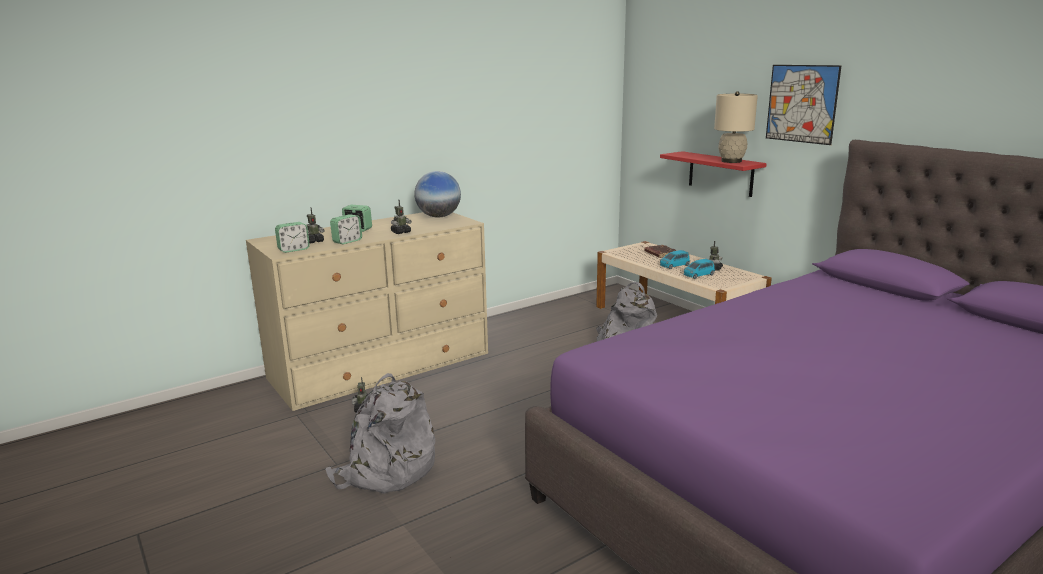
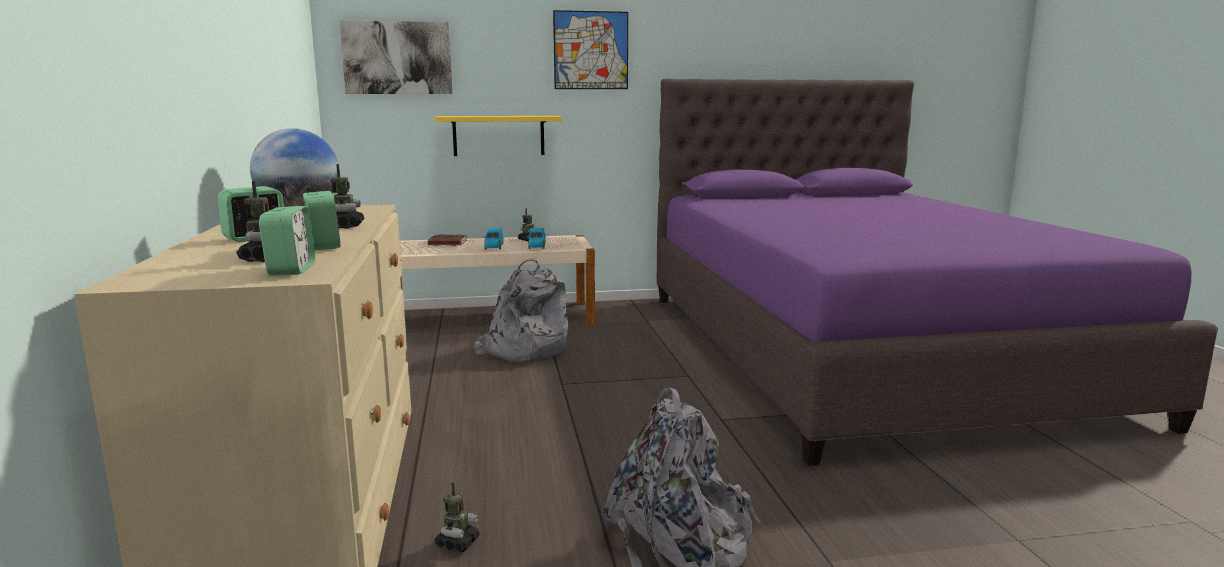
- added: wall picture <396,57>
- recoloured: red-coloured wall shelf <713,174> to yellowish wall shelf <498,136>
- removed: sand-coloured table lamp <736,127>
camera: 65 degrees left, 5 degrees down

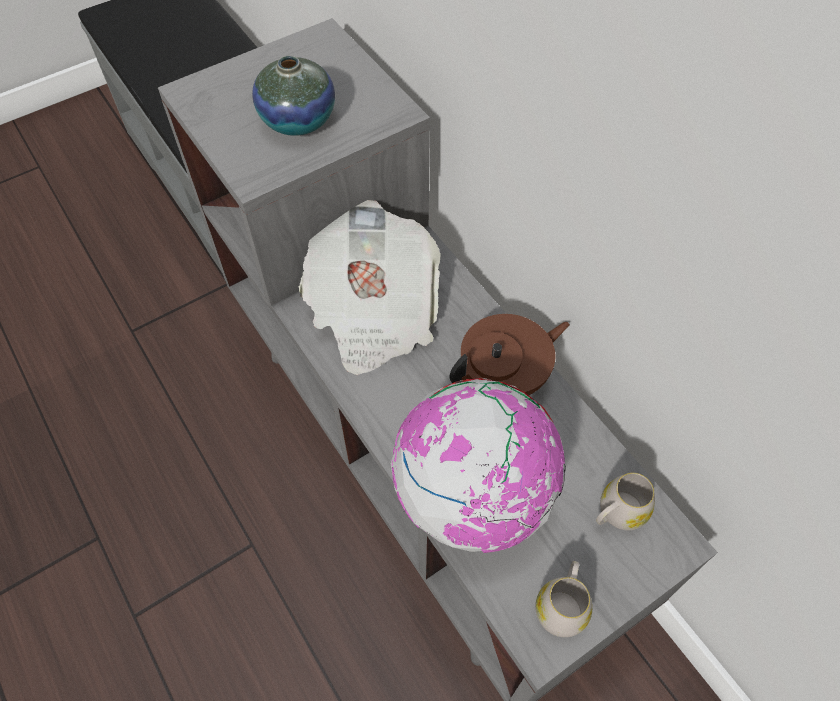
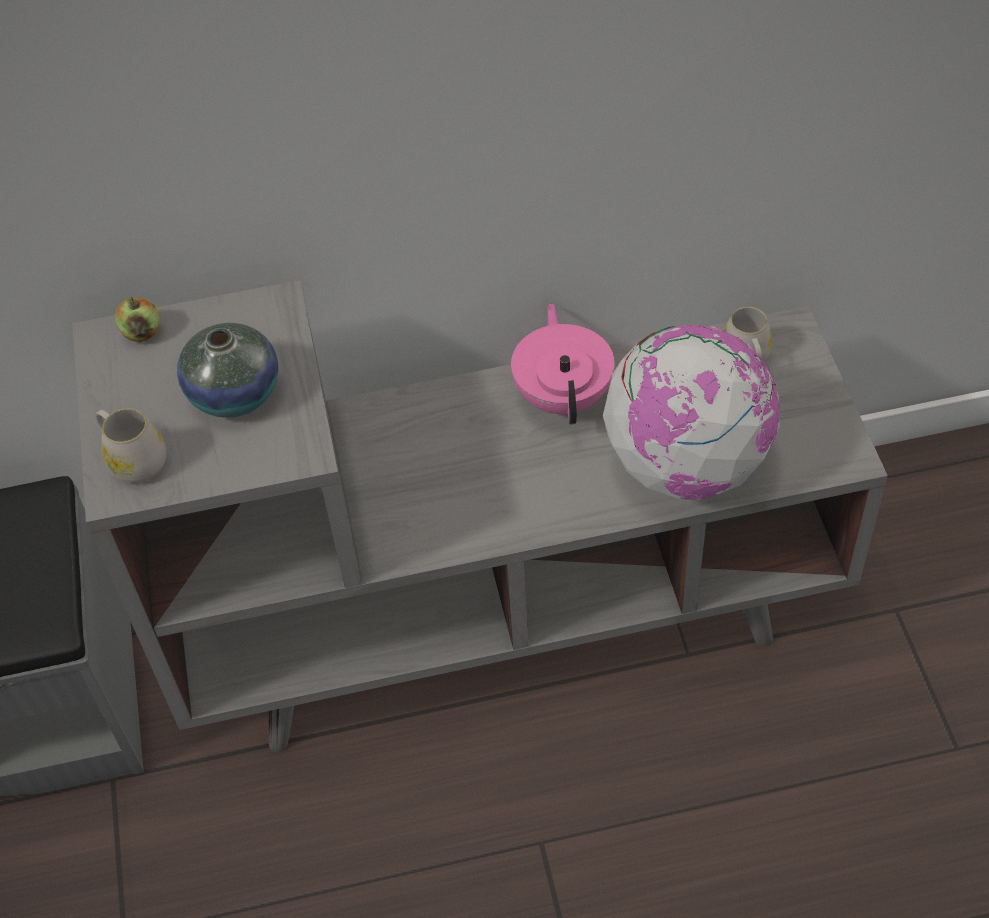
- moved: white-coloured coffee mug <563,599> to <130,445>
- added: whole apple <137,319>
- recoloured: brownish tea pot <509,354> to pinkish tea pot <562,364>
- removed: newspaper <370,287>
camera: 65 degrees left, 5 degrees down

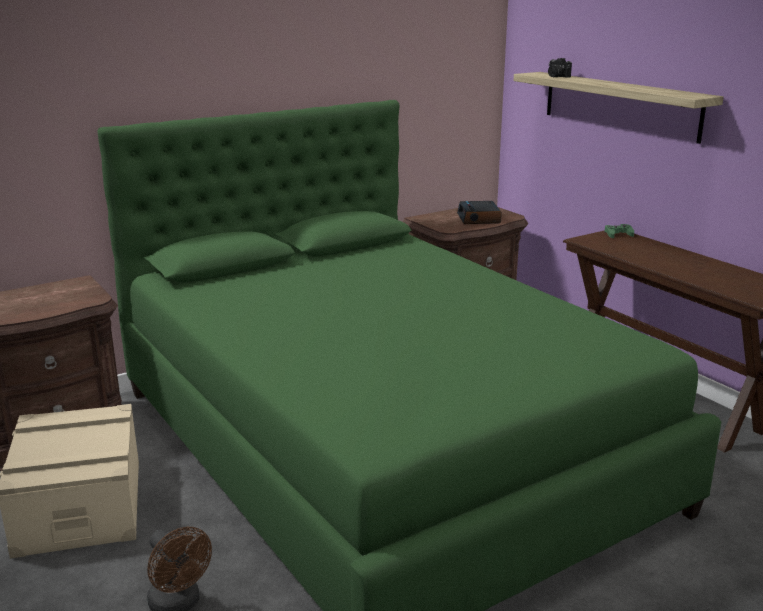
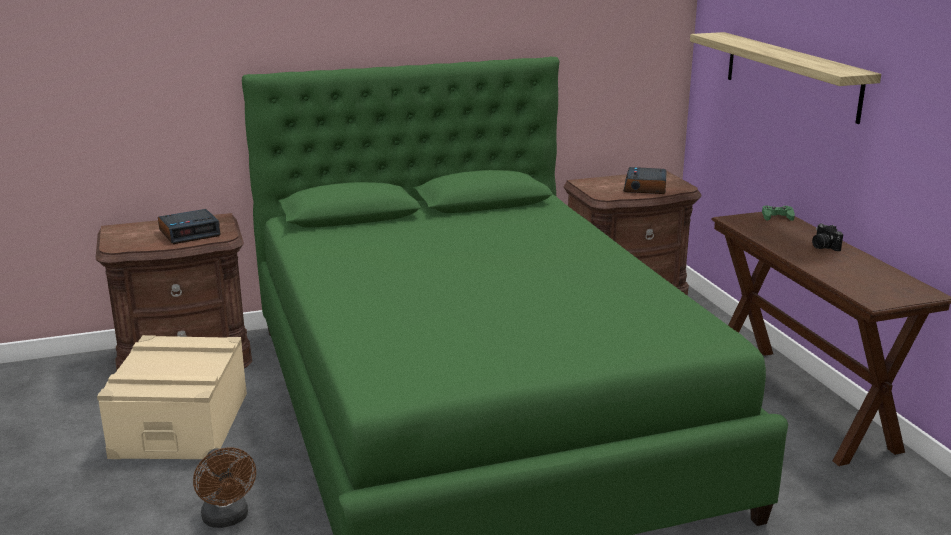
- added: bedside clock <189,226>
- moved: still camera <560,68> to <827,237>
camera: 15 degrees right, 0 degrees up

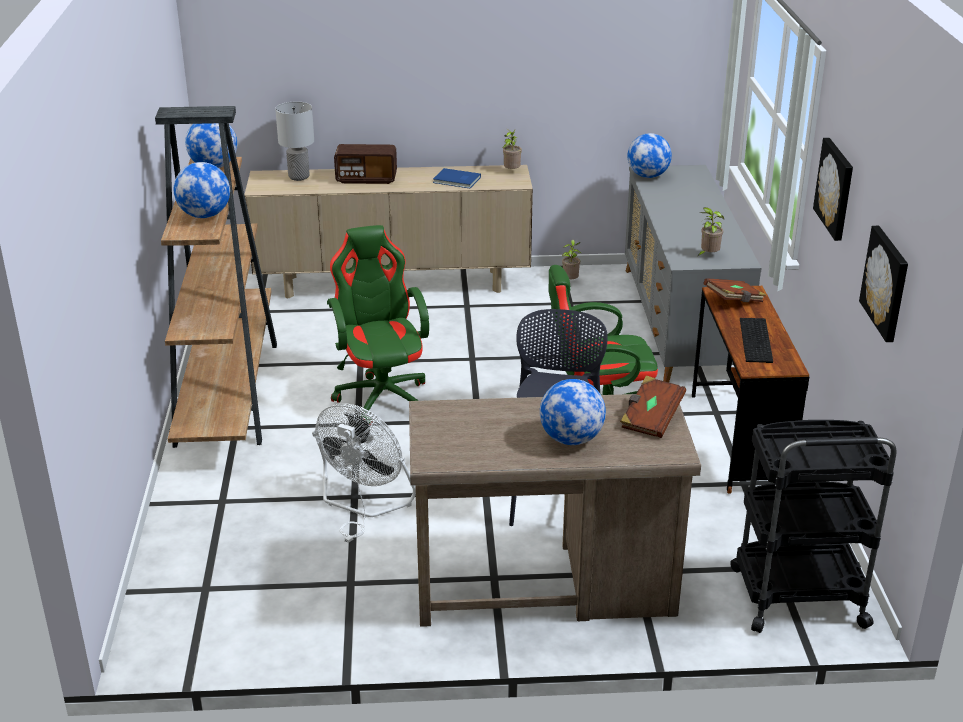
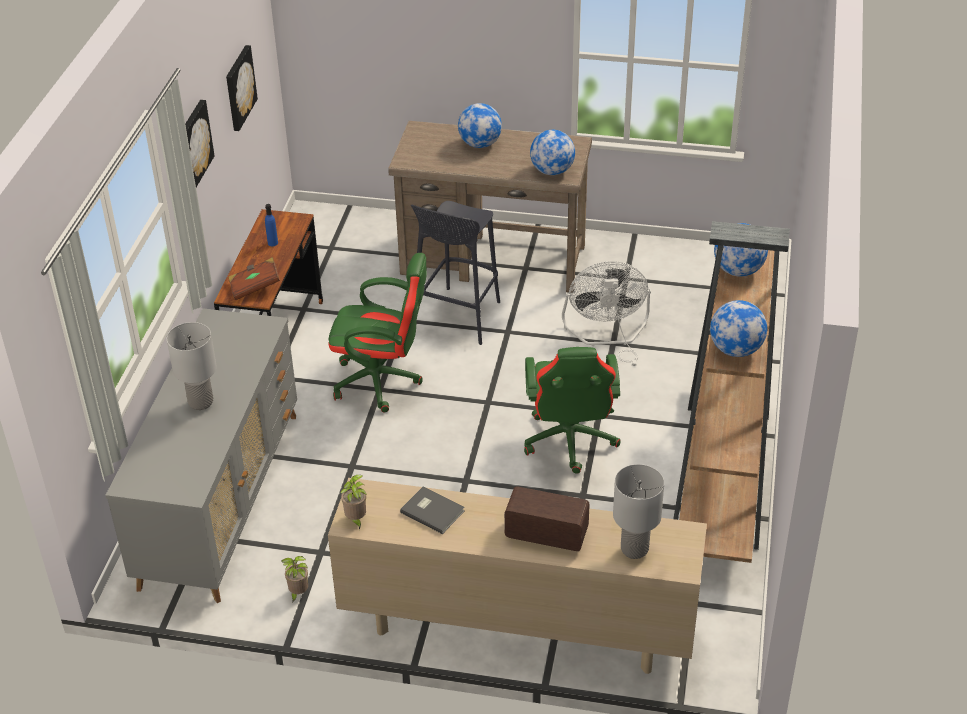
- added: greyish table lamp <192,366>
- replaced: PC keyboard <756,340> to bluish drink bottle <271,225>
- recoloured: bluish bound book <457,178> to greyish bound book <432,510>
- moved: world globe <649,155> to <552,152>
- turned: white-coloured cooling fan <364,473> = <606,313> 135 degrees clockwise
- removed: brownish bound book <653,406>
- removed: houseplant <711,231>
- removed: black wheeled cart <813,526>
camera: 165 degrees left, 10 degrees up

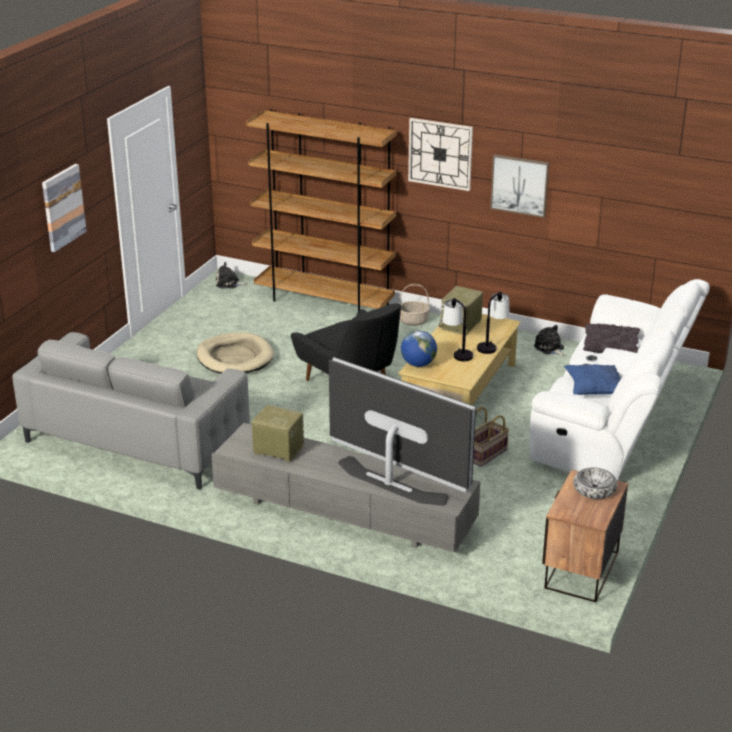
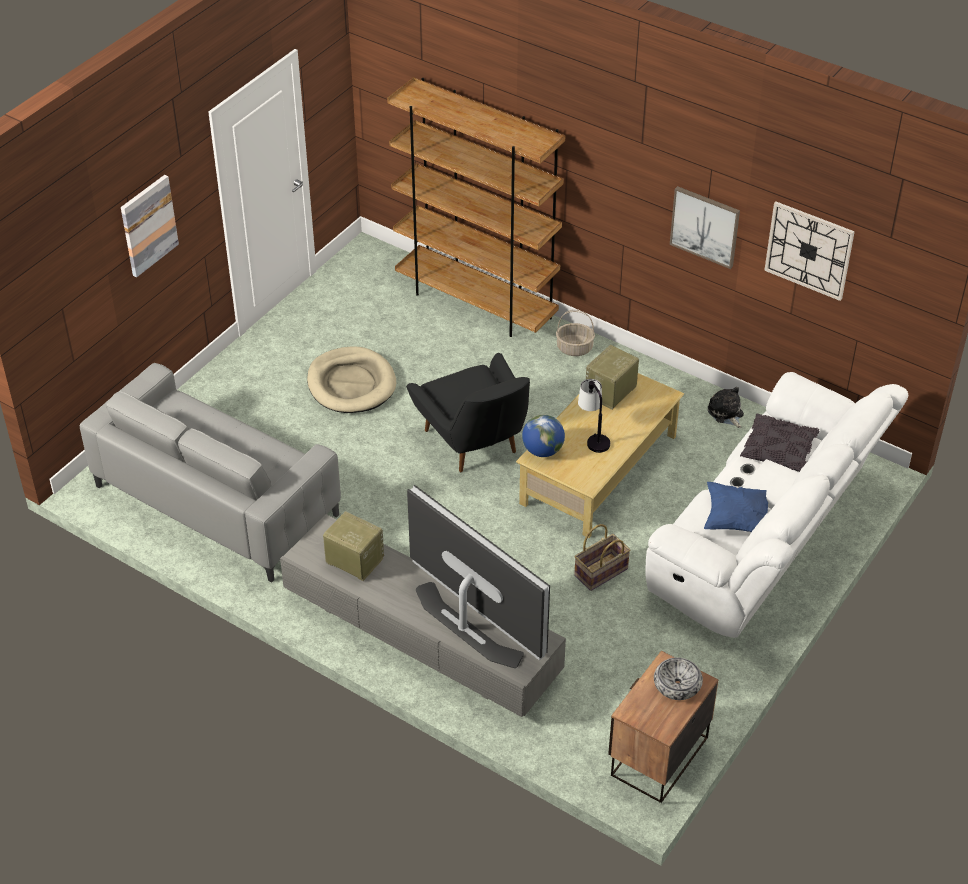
- moved: hanging clock <440,154> to <809,251>
- removed: plush toy <232,275>
- removed: table lamp <493,323>
camera: 10 degrees right, 15 degrees up

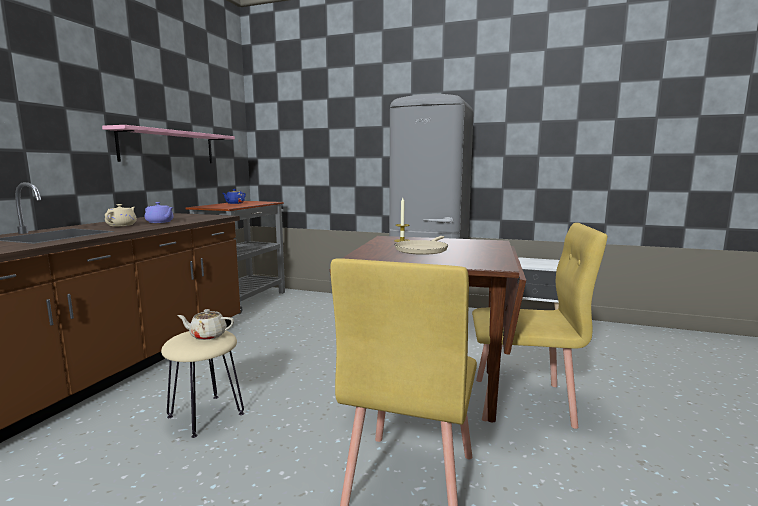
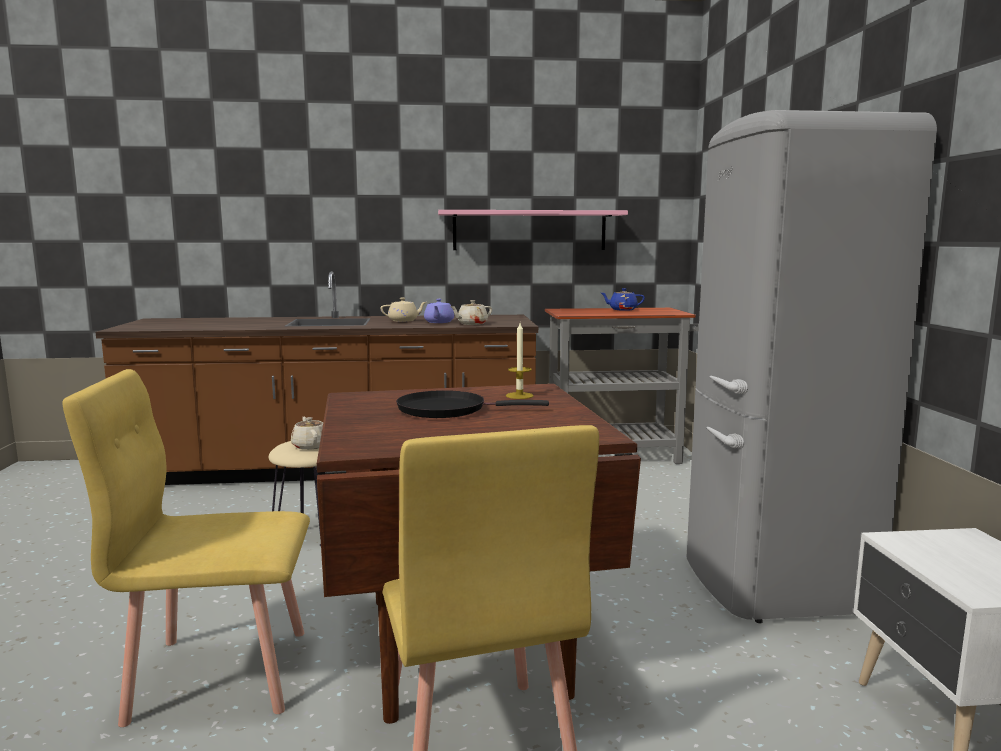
- recoloured: sand-coloured pan <421,245> to black pan <472,404>
- added: sand-coloured tea pot <471,312>
camera: 65 degrees right, 0 degrees up

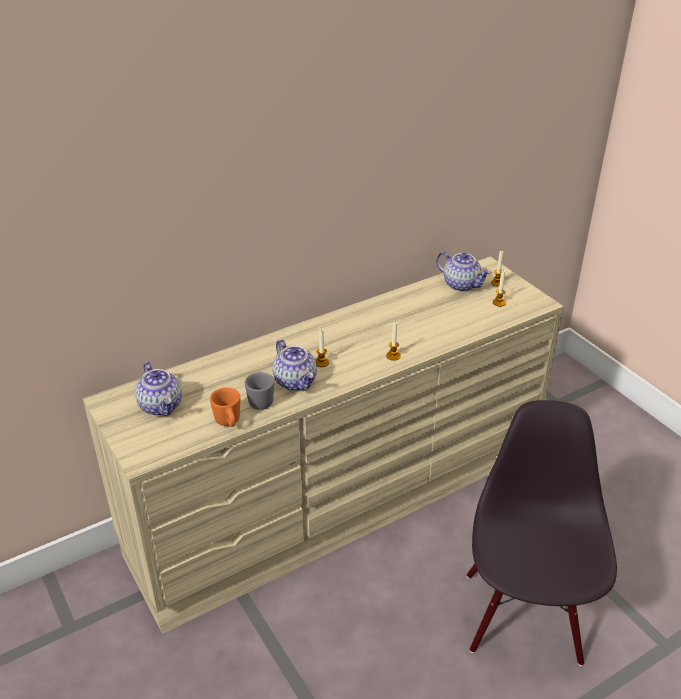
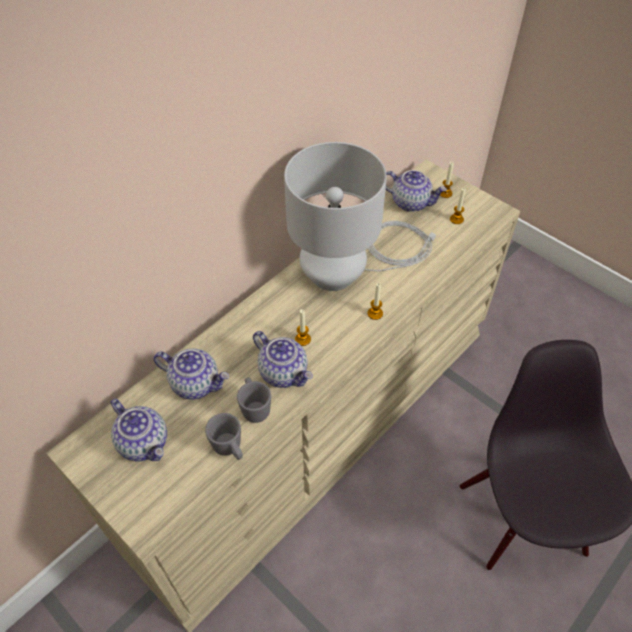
- added: tea pot <191,374>
- recoloured: orange-coloured coffee mug <225,407> to greyish coffee mug <224,436>
- added: white-coloured table lamp <360,216>
camera: 15 degrees left, 15 degrees up

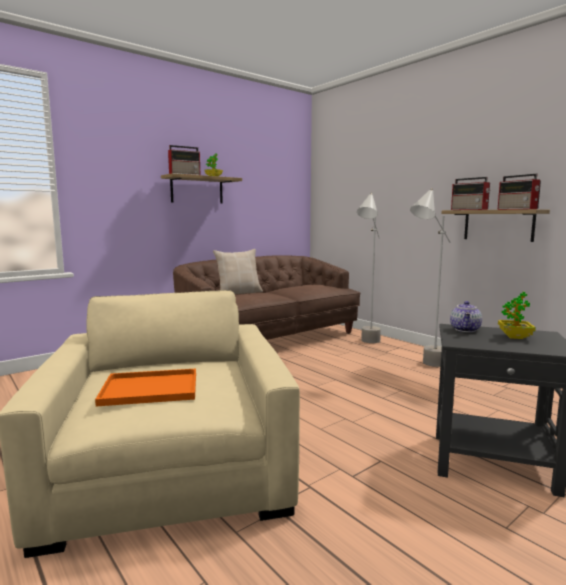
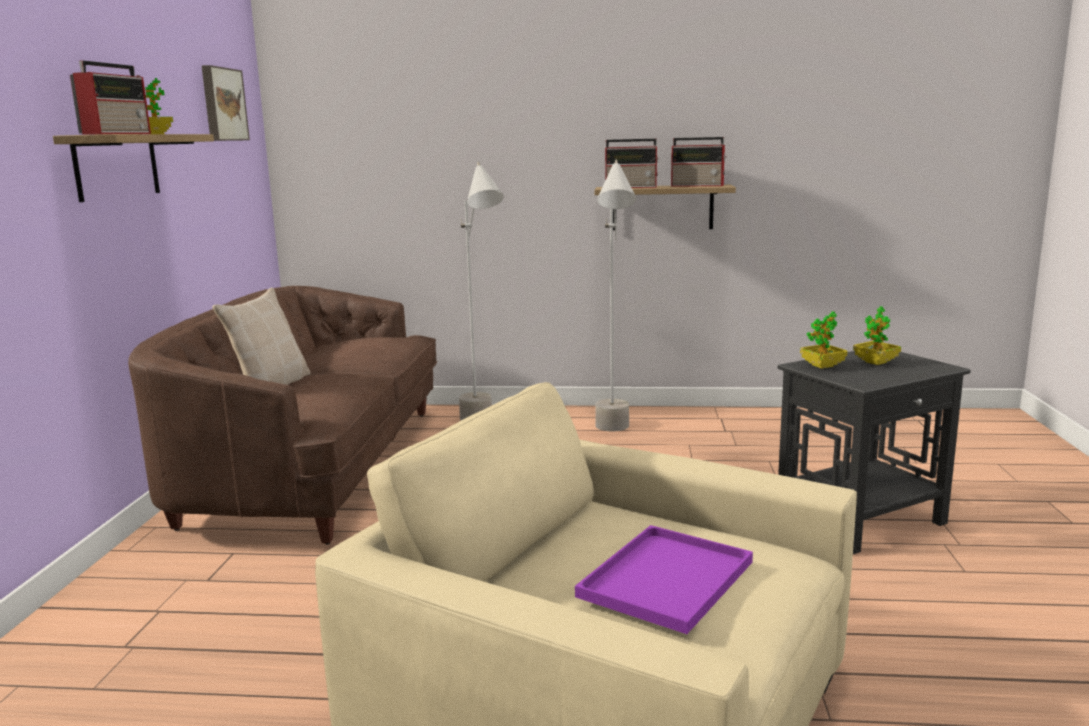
- added: wall picture <226,103>
- recoloured: orange-coloured tray <145,388> to purplish tray <664,579>
- replaced: tea pot <466,316> to houseplant <824,340>
camera: 45 degrees left, 5 degrees up

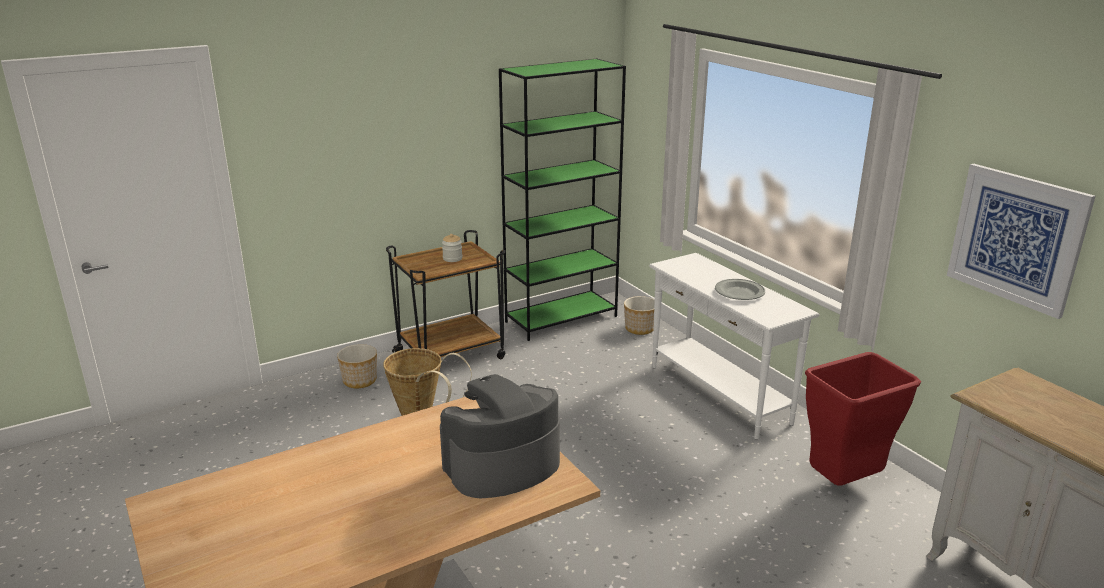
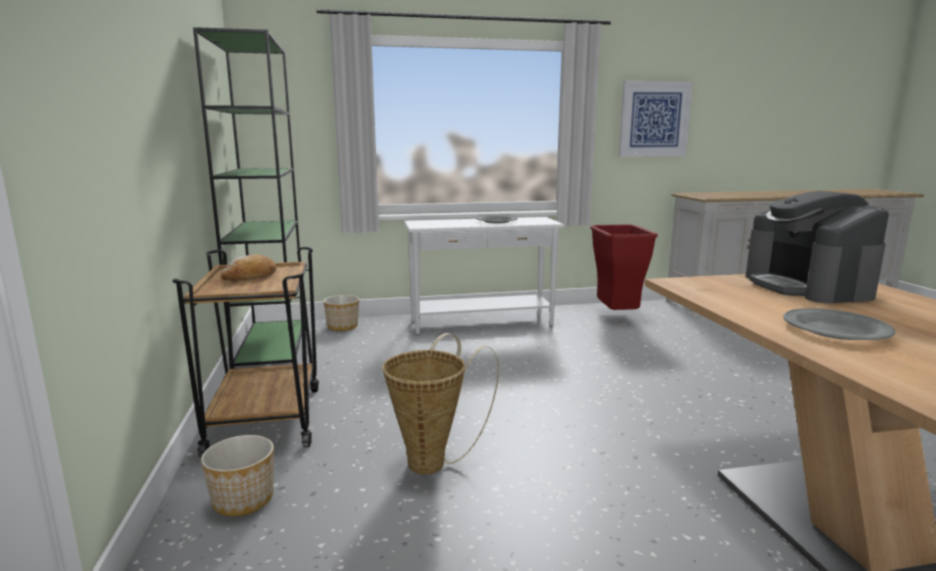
- replaced: preserve jar <452,248> to bread <248,267>
- added: greyish dinner plate <839,324>
camera: 70 degrees left, 10 degrees down

